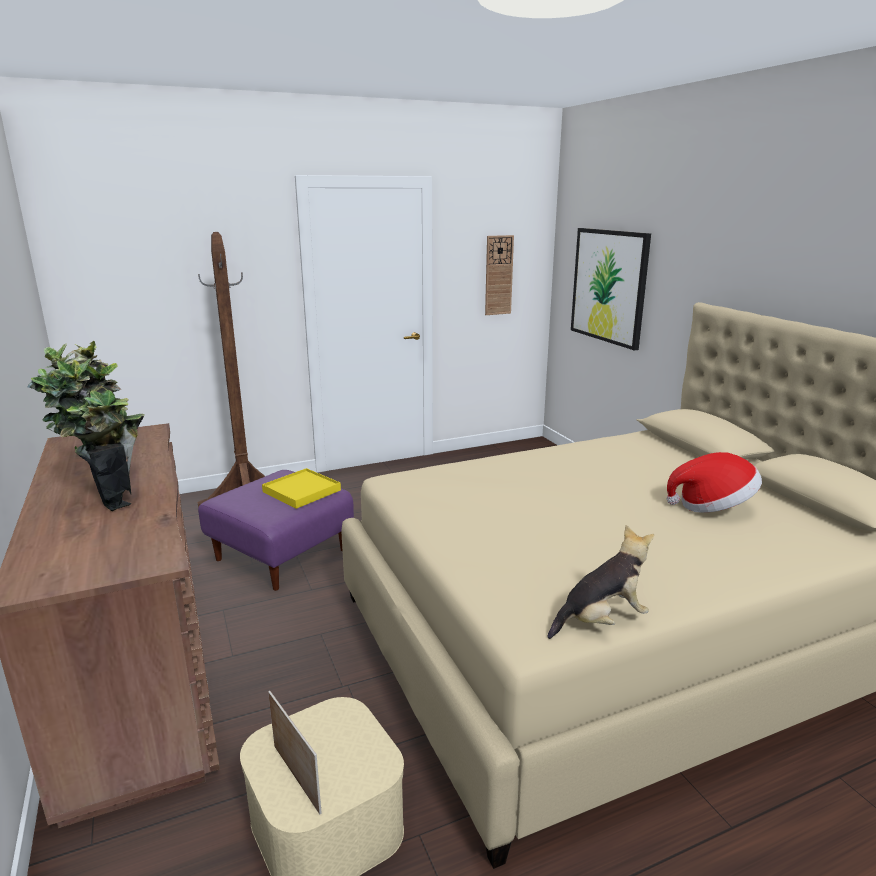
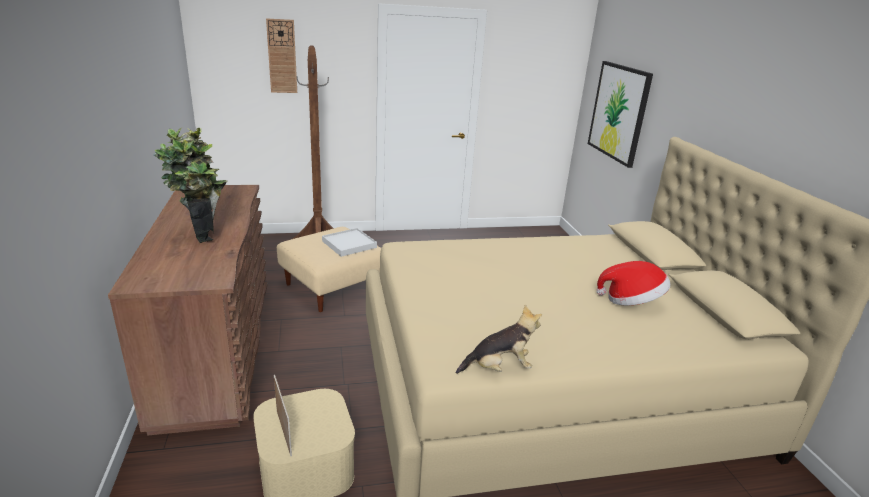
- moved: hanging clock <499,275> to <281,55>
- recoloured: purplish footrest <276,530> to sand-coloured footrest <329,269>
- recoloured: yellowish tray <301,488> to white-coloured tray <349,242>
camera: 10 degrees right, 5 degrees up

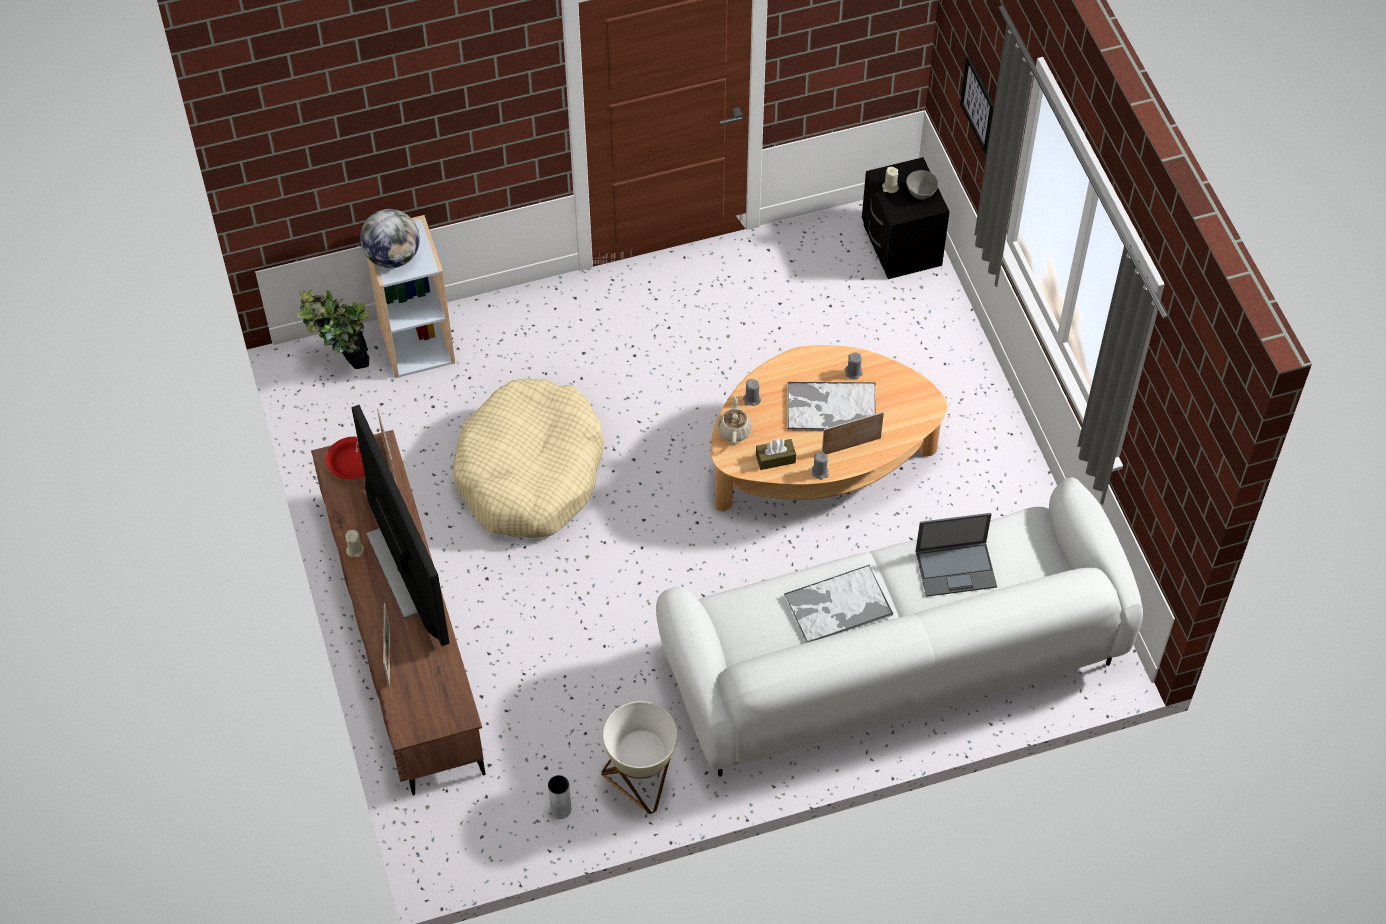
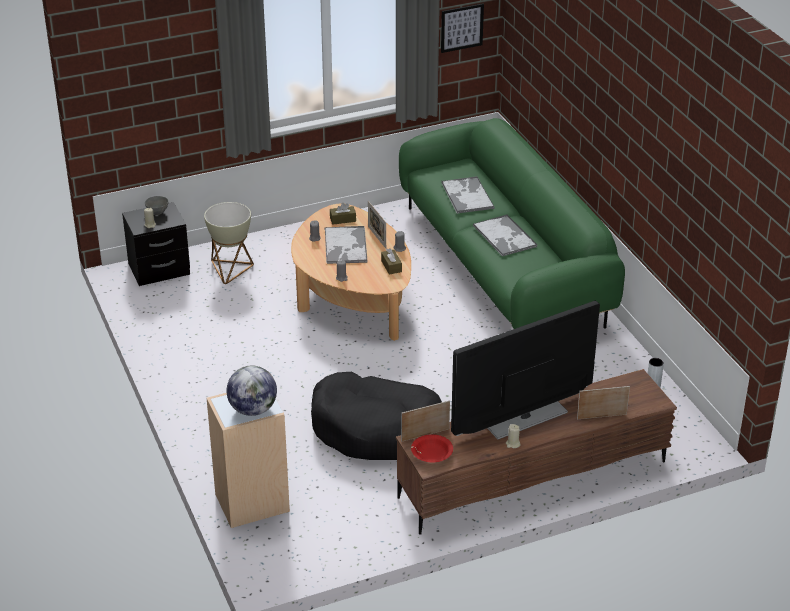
- moved: flower pot <639,757> to <229,243>
- recoloured: sand-coloured pet bed <528,458> to black pet bed <376,416>
- added: brownish tissue holder <343,214>
- recoloured: white-coloured sofa <899,627> to green sofa <512,223>
- moved: wall picture <977,104> to <462,28>
- replaced: notebook computer <956,555> to tray <467,194>
- removed: houseplant <333,329>
- removed: sand-coloured tea pot <735,420>
camera: 95 degrees left, 20 degrees down

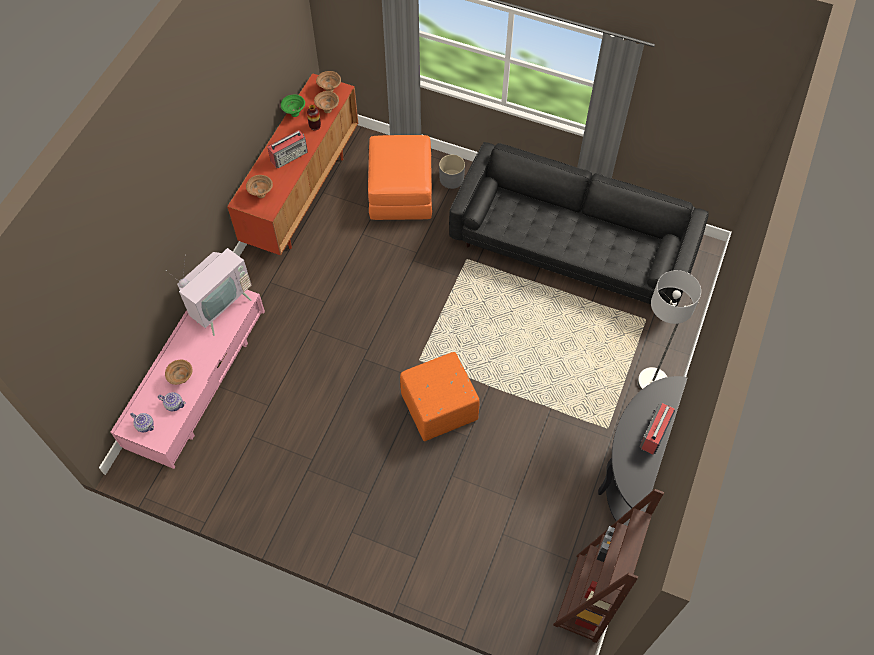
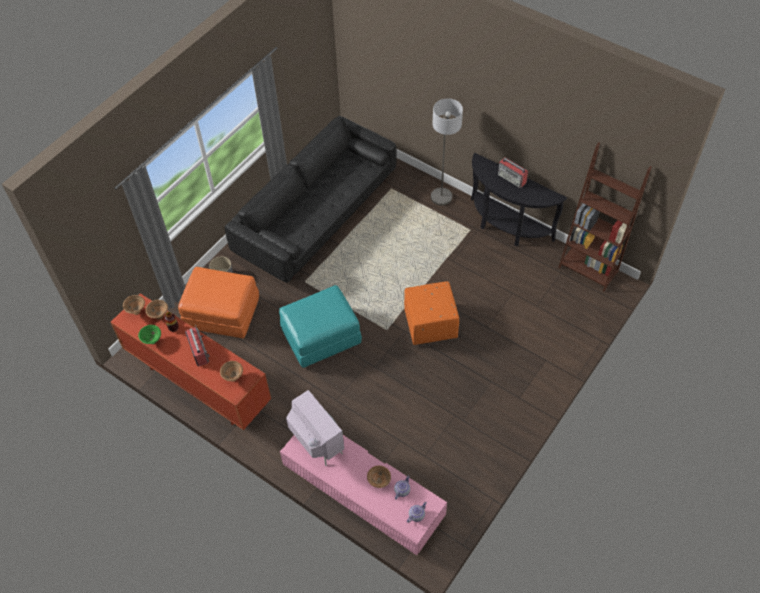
- added: blue-green footrest <320,326>
camera: 75 degrees left, 5 degrees down

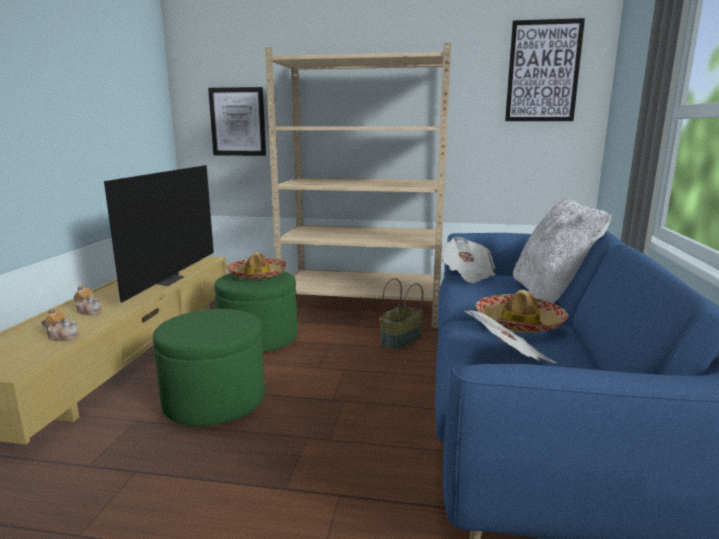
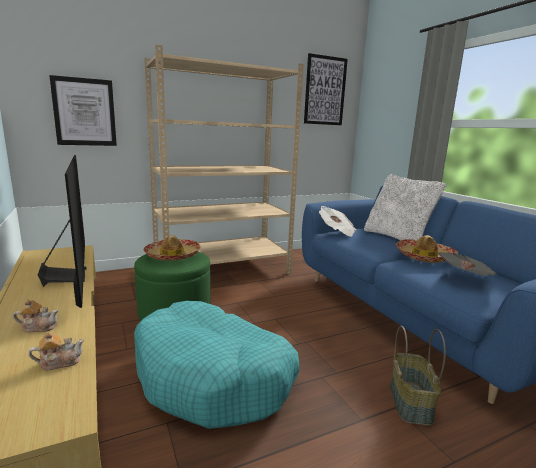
- replaced: green footrest <209,367> to blue-green pet bed <217,365>
- moved: household basket <401,314> to <418,376>
camera: 35 degrees left, 0 degrees up

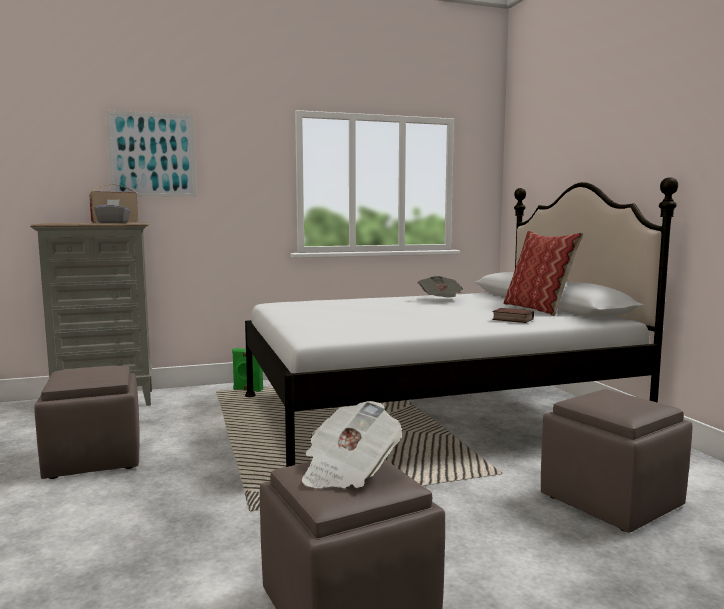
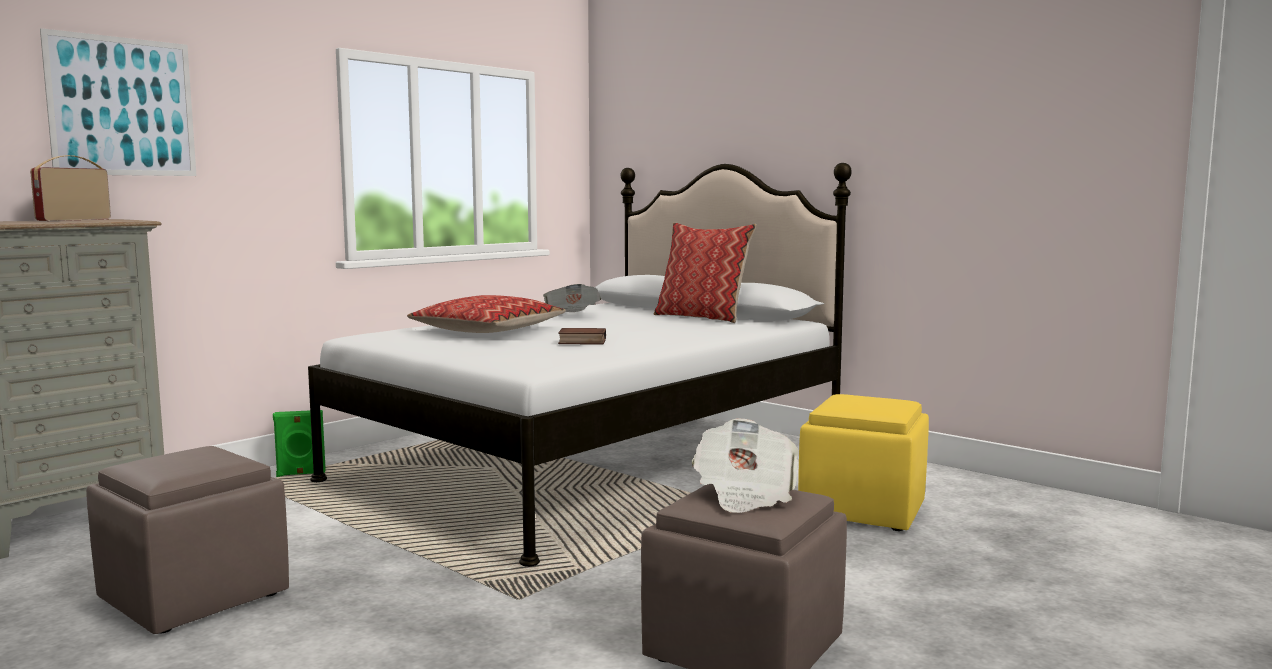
- added: throw pillow <486,314>
- moved: bound book <513,315> to <582,336>
- recoloured: brownish footrest <616,461> to yellowish footrest <863,462>
- removed: greyish tissue holder <112,211>
camera: 30 degrees left, 0 degrees up

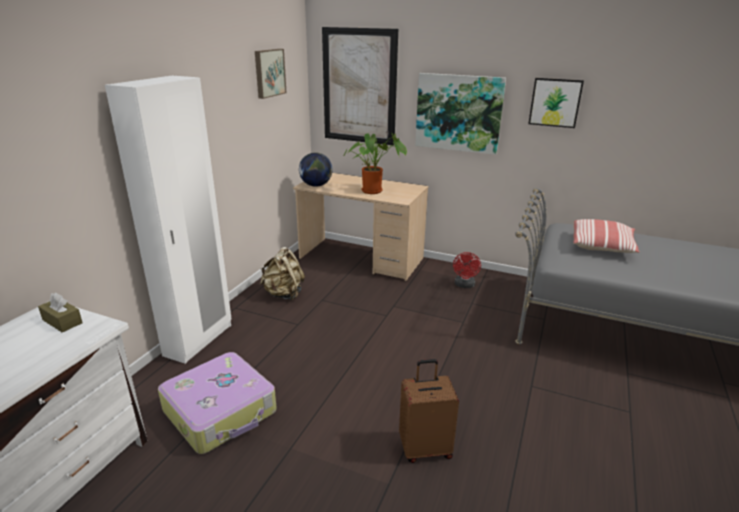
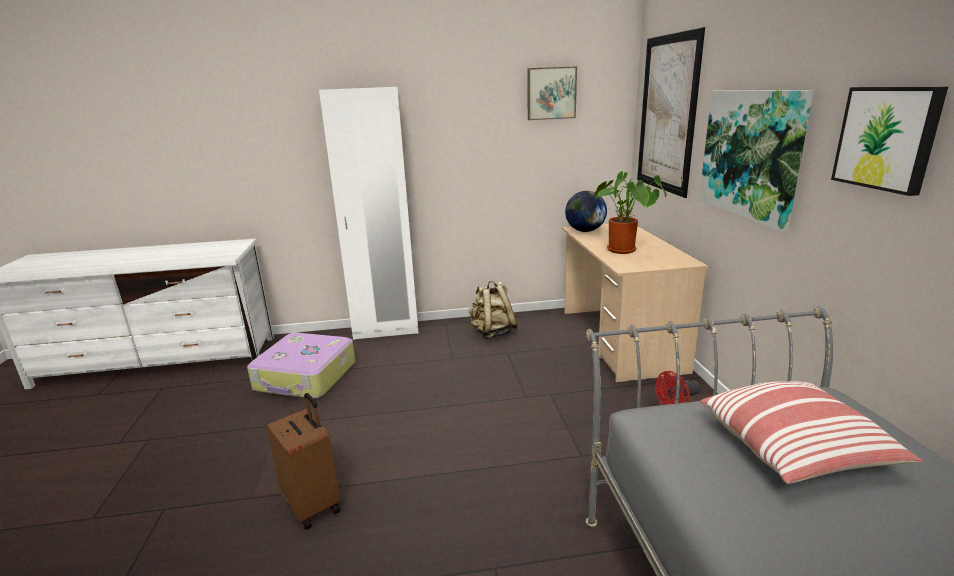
- removed: brownish tissue holder <60,312>
camera: 60 degrees right, 5 degrees down

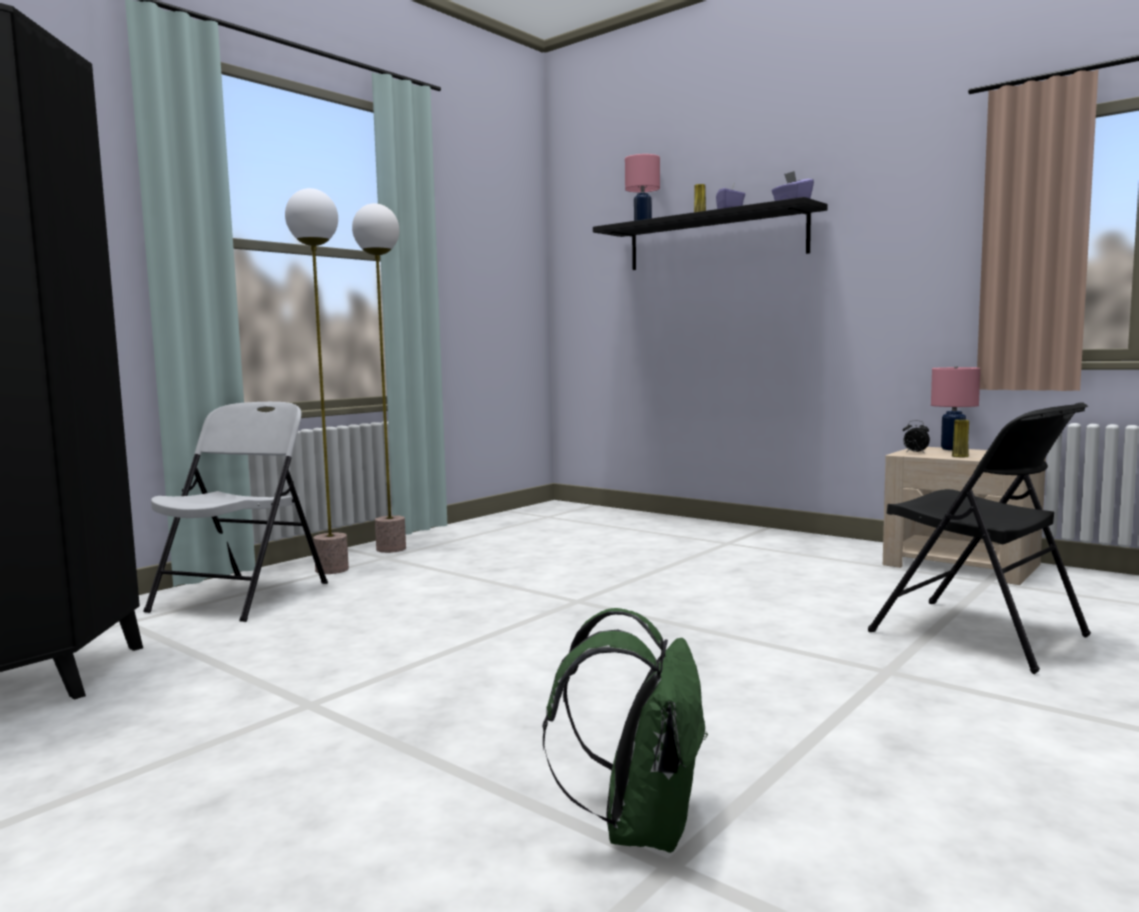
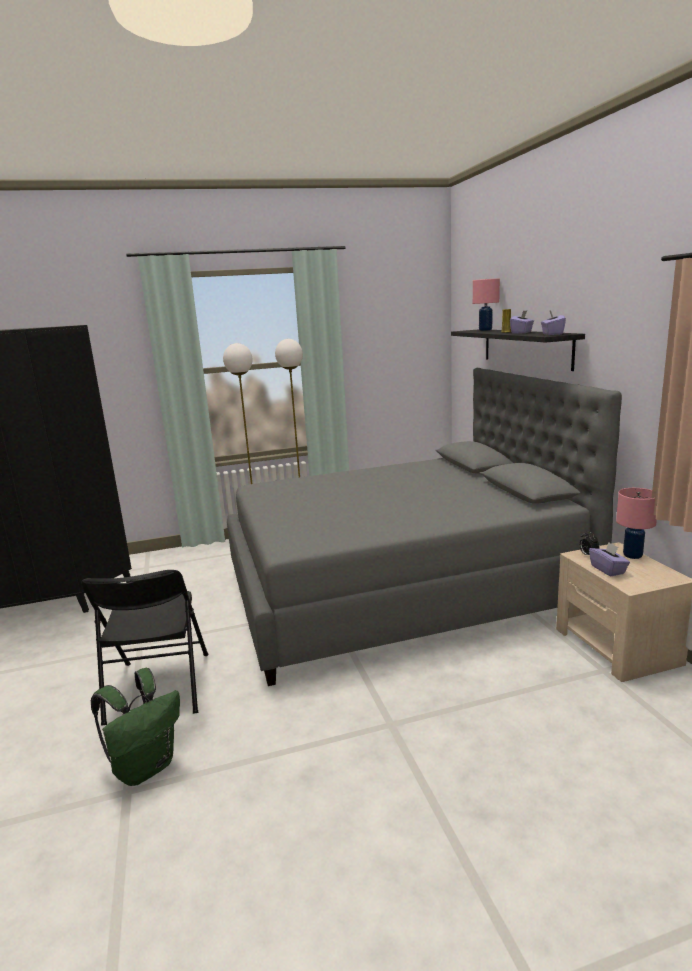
- moved: black plain chair <979,538> to <145,648>
- added: greyish bedroom bed <424,527>
- replaced: yellowish flower vase <960,438> to purplish tissue holder <609,559>
- removed: white-coloured plain chair <235,512>
camera: 35 degrees right, 10 degrees up

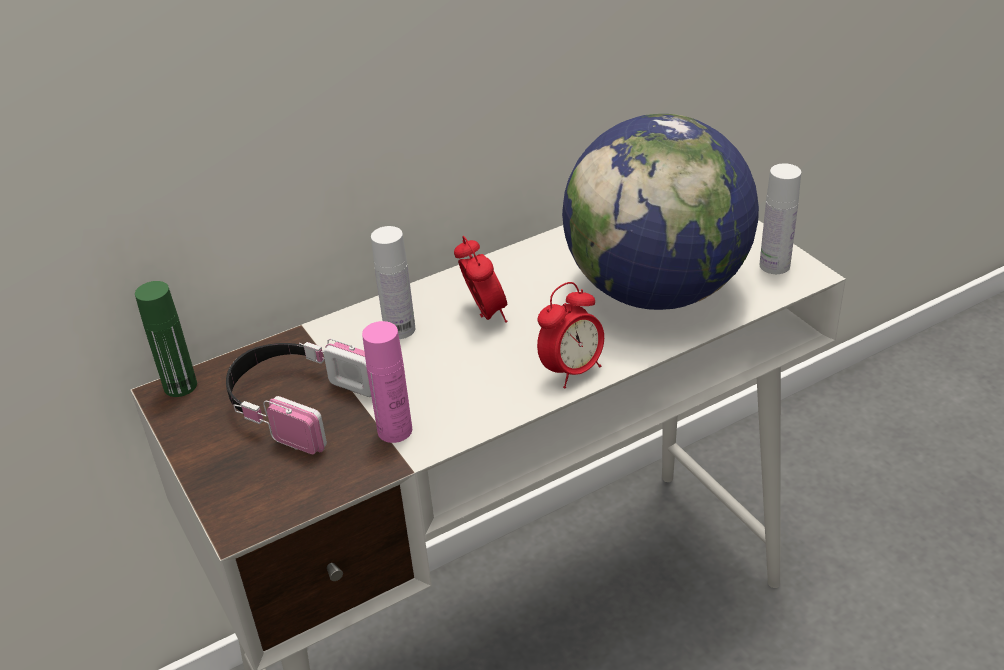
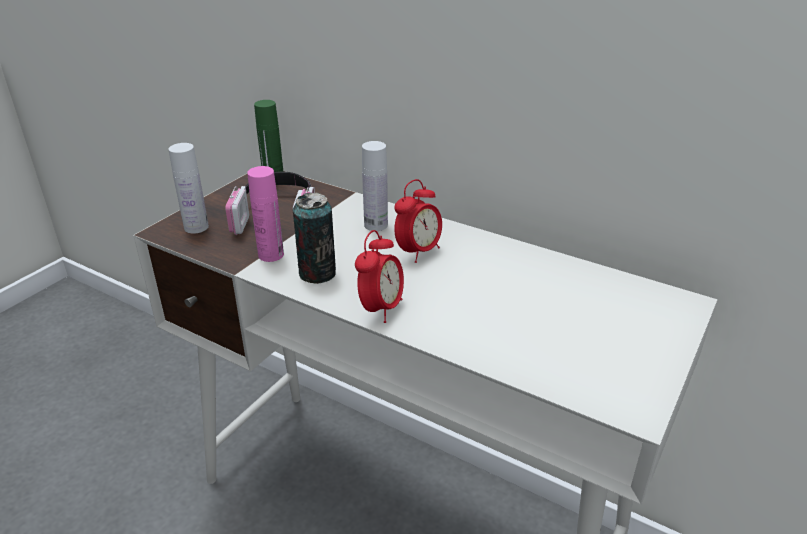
- moved: white-coloured drink bottle <780,218> to <188,188>
- added: sealed can <314,238>
- turned: bedside clock <570,335> = <379,276> 90 degrees counterclockwise
- removed: world globe <660,212>
camera: 60 degrees right, 5 degrees down

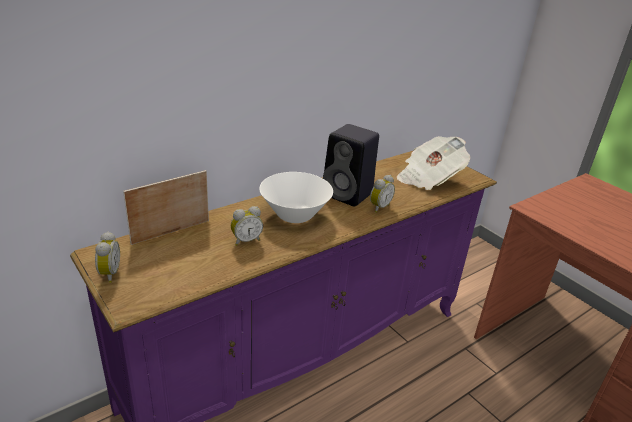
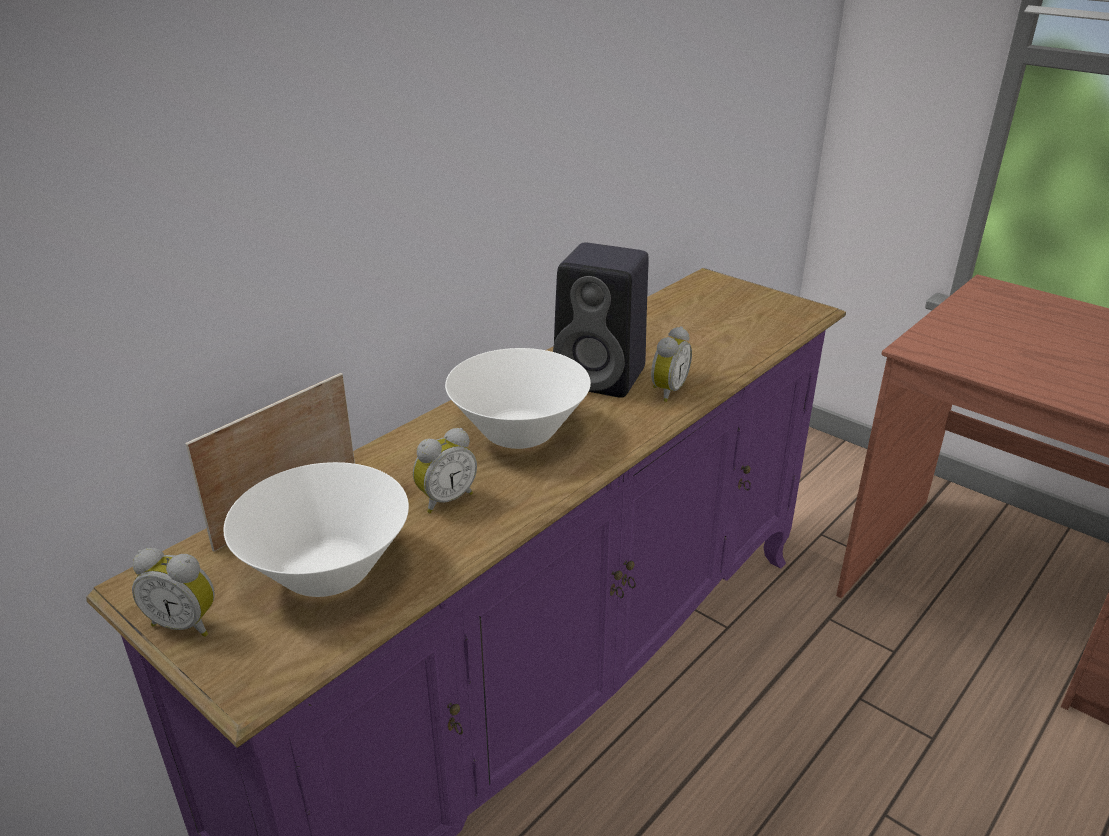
- turned: bedside clock <107,257> = <173,592> 120 degrees clockwise
- added: white-coloured bowl <316,529>
- removed: newspaper <433,163>
camera: 10 degrees left, 0 degrees up

